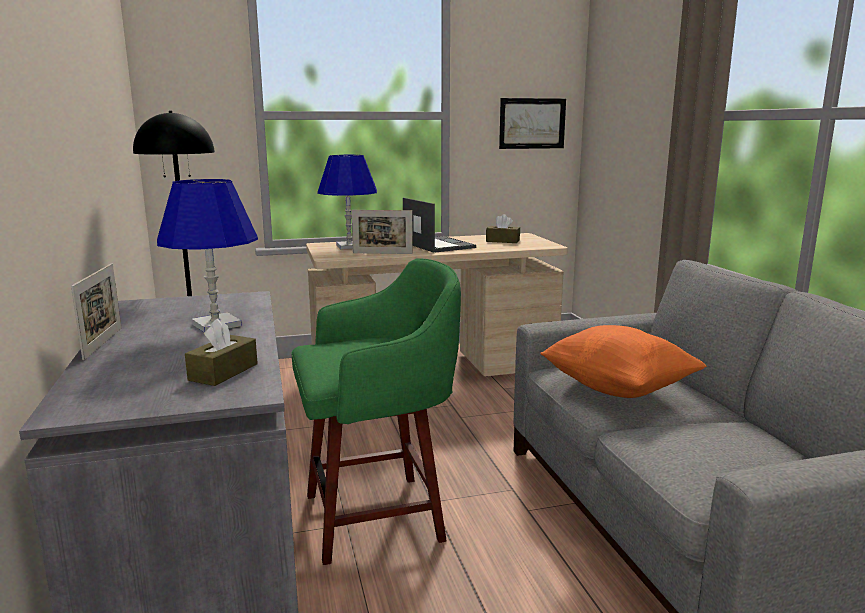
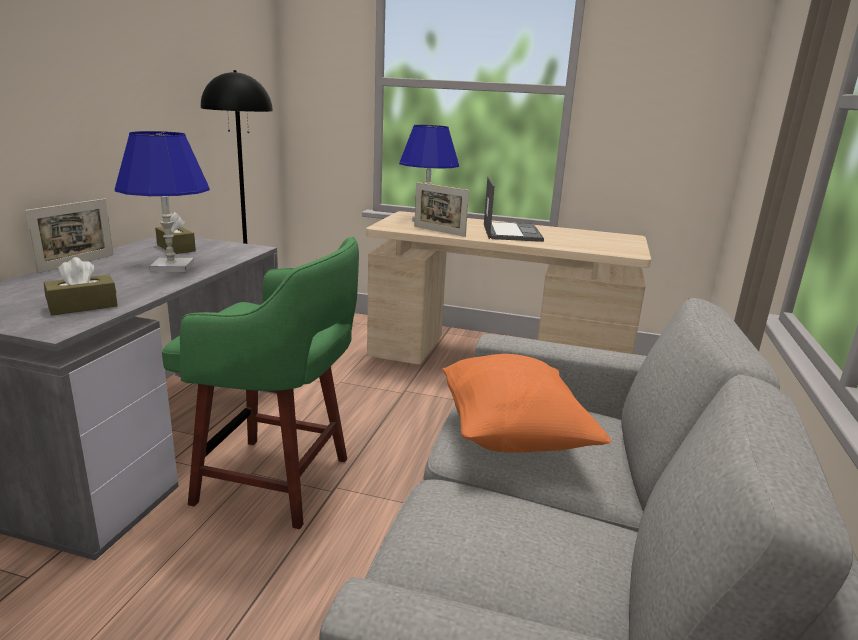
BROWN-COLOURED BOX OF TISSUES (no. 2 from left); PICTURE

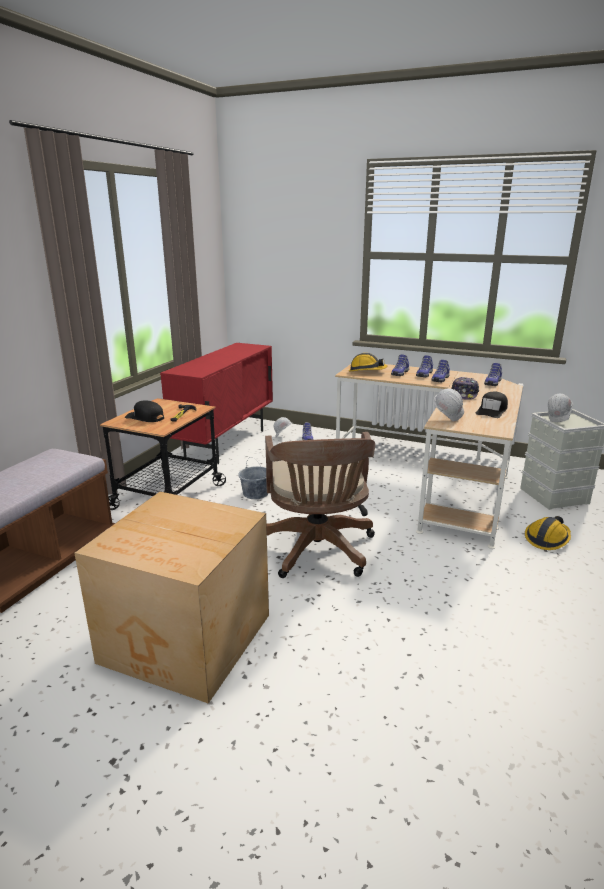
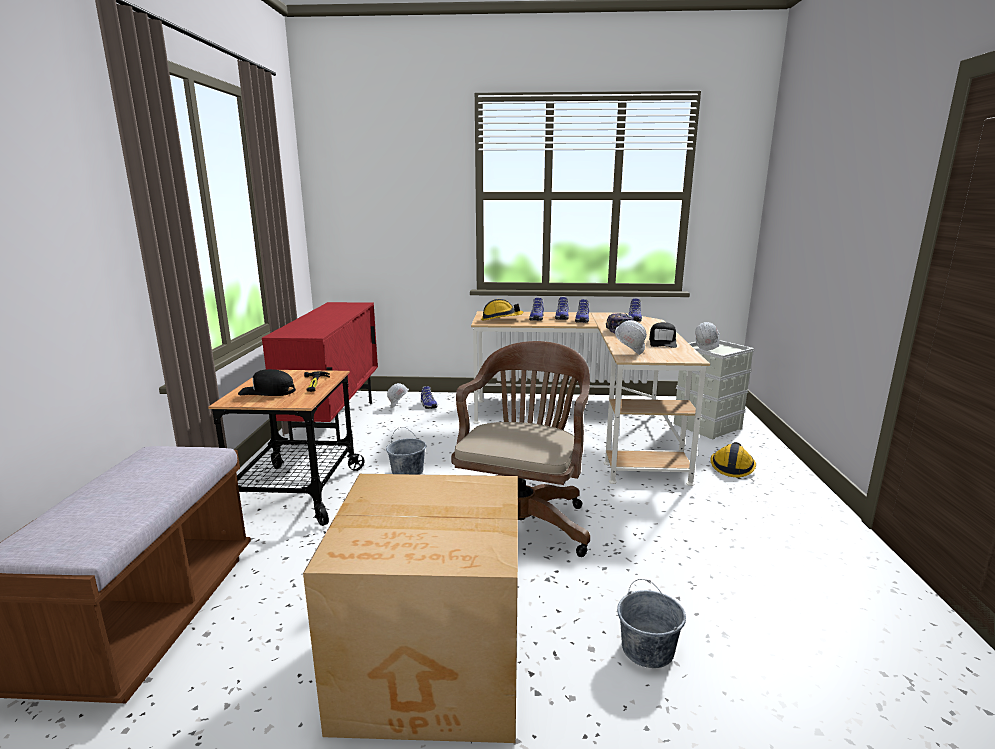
BROWN-COLOURED COMPUTER CHAIR; GREYISH WATER BUCKET (no. 2 from left)

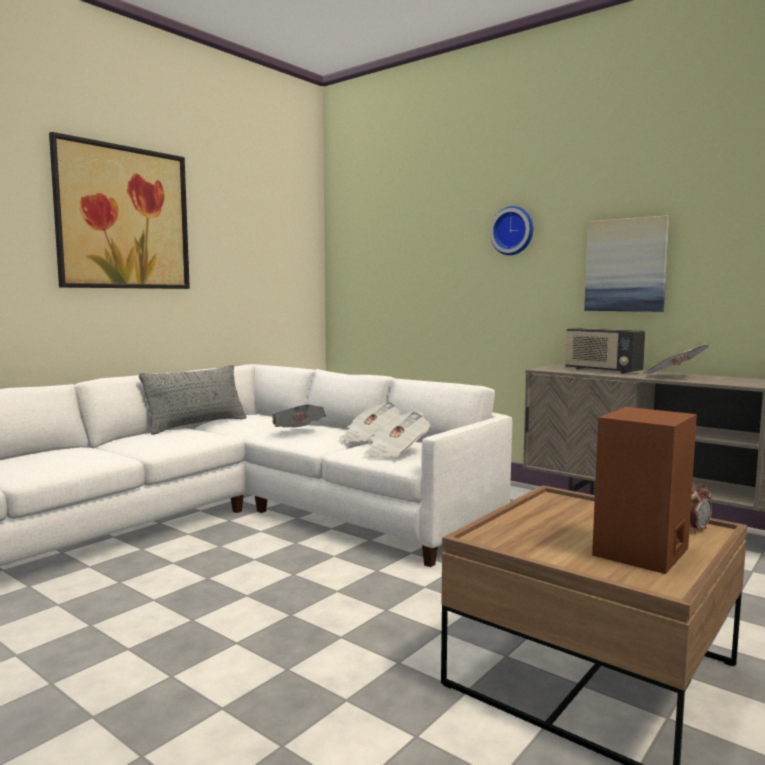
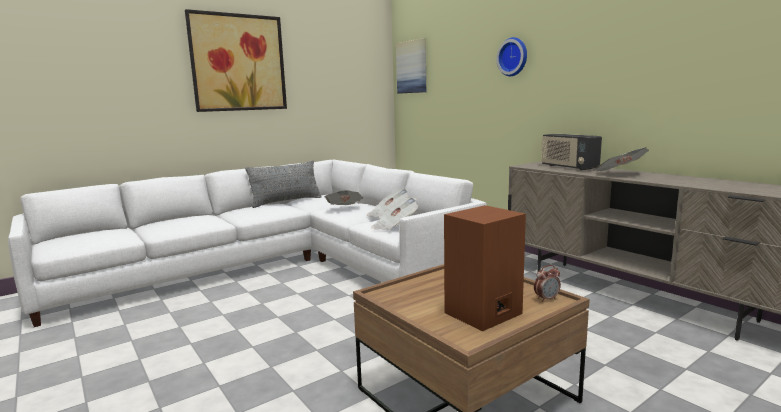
PICTURE (no. 2 from left)

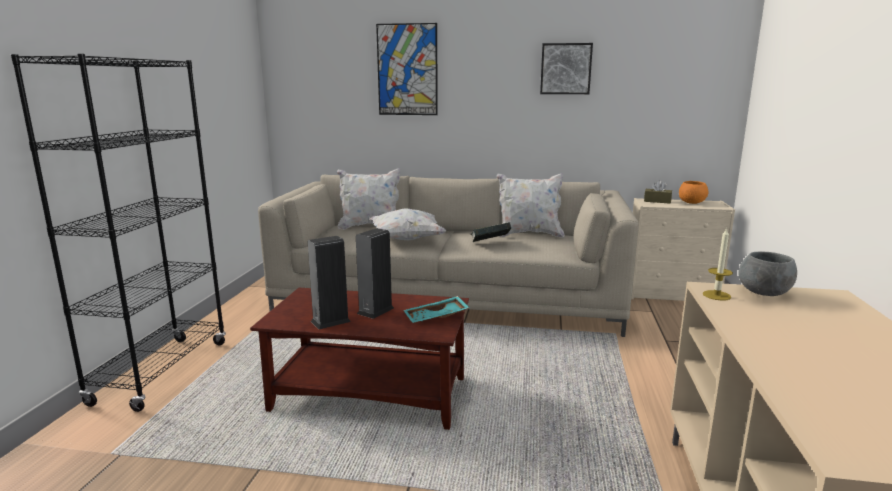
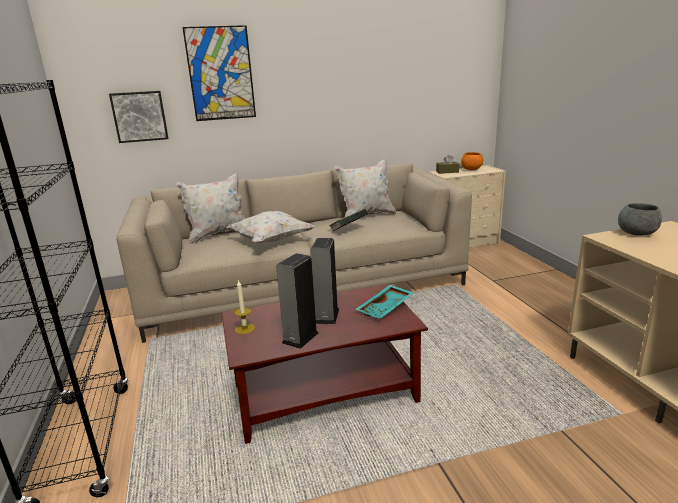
PICTURE (no. 1 from left); WAX CANDLE

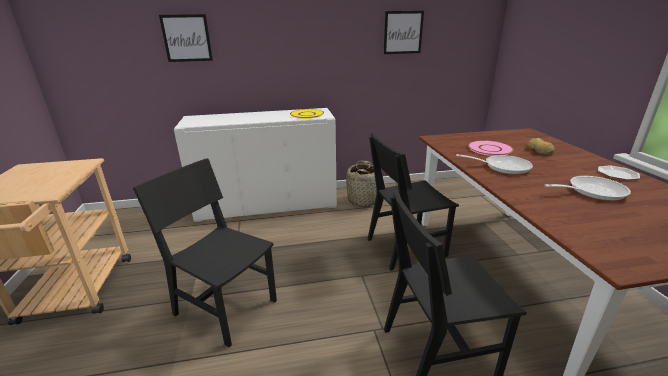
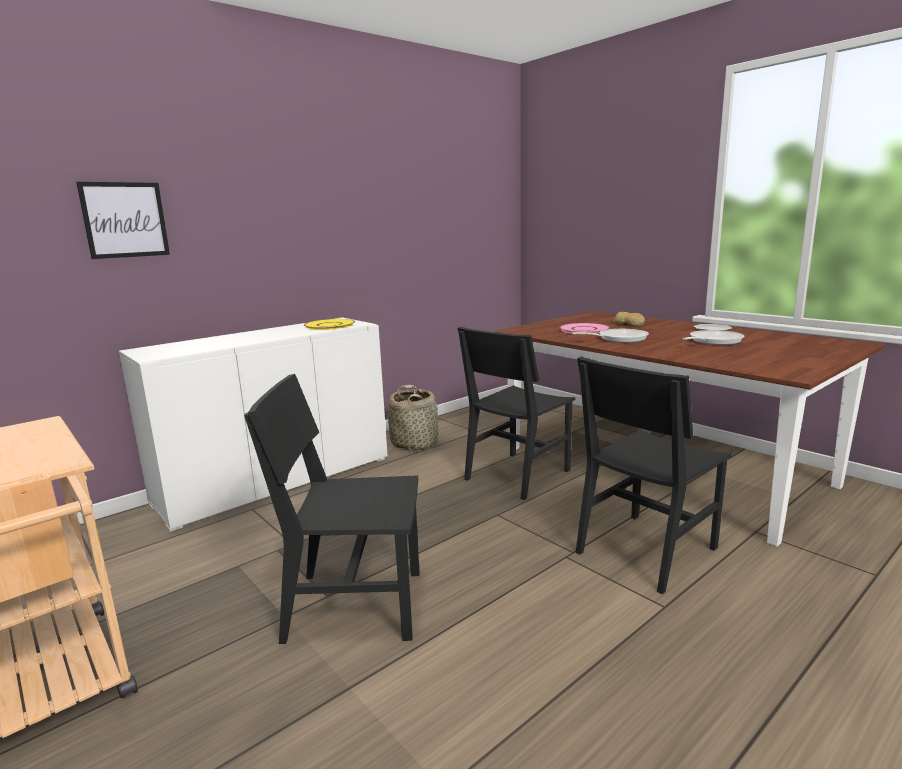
PICTURE (no. 2 from left in the first image)

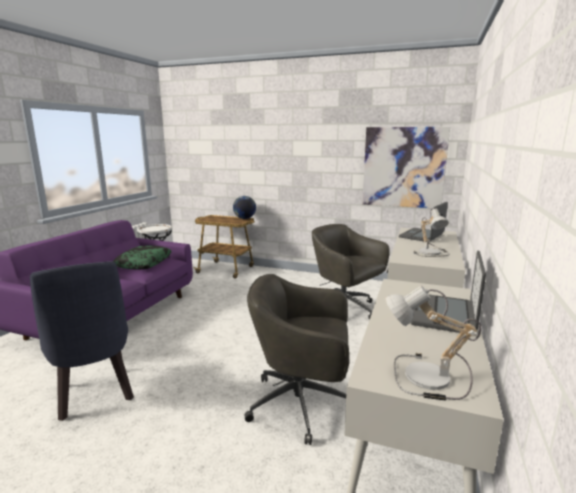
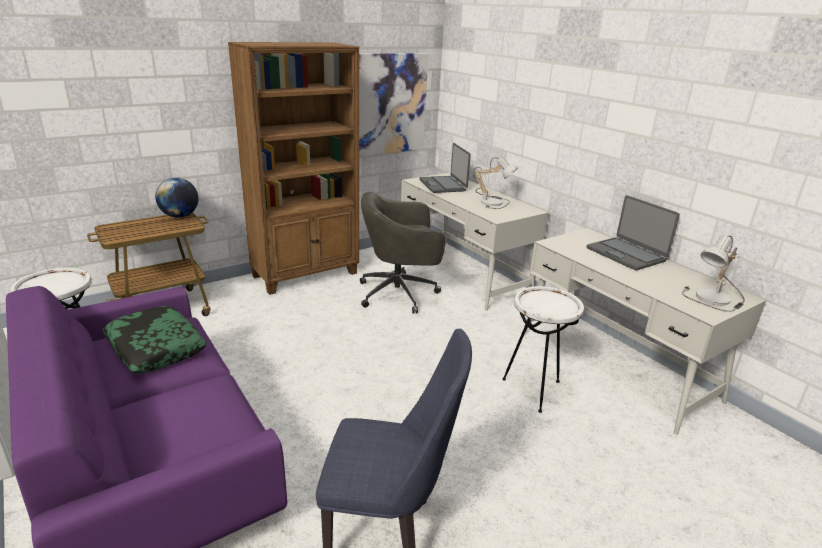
BROWN-COLOURED SHELVING UNIT; WHITE SIDE TABLE (no. 2 from left)

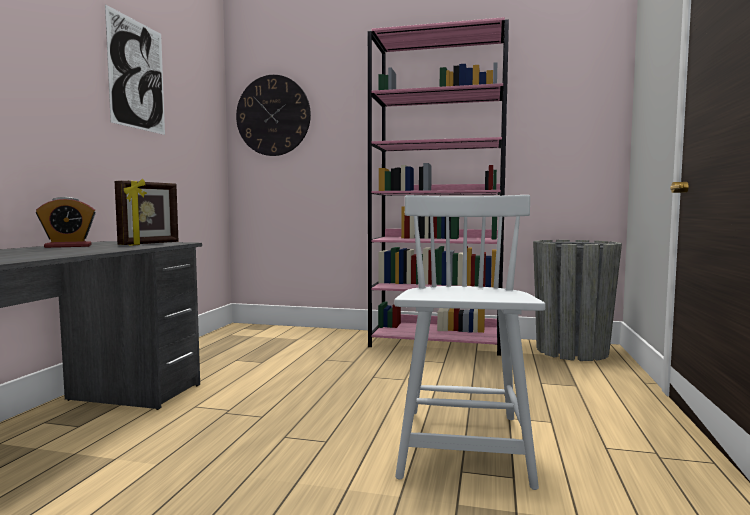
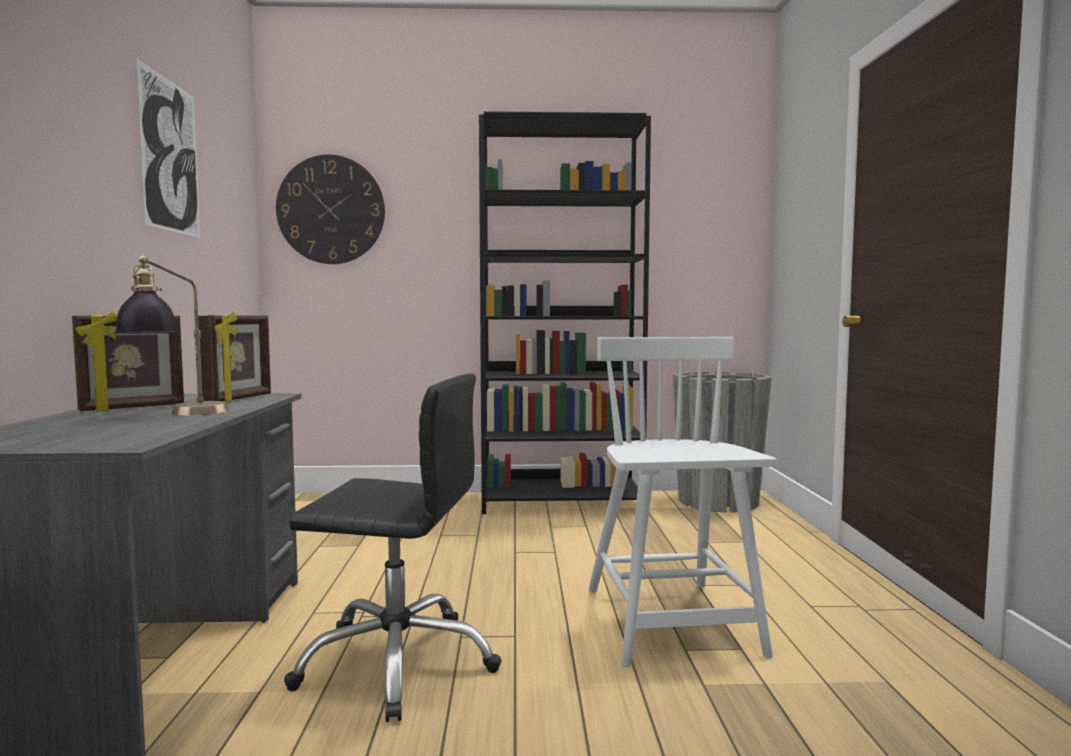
STANDING FRAME (no. 1 from left); TABLE LAMP; BLACKISH COMPUTER CHAIR; BLACKISH SHELVING UNIT

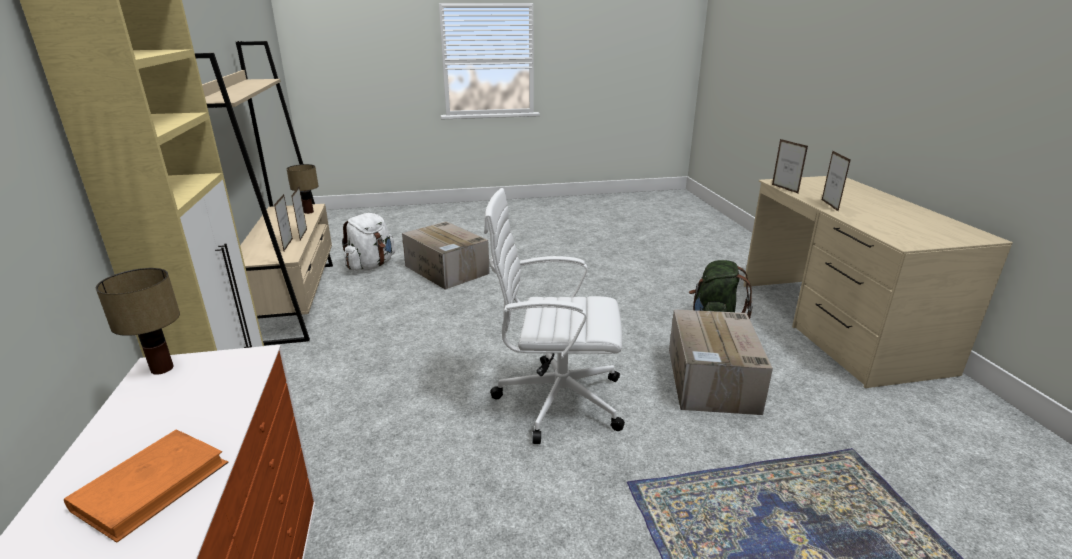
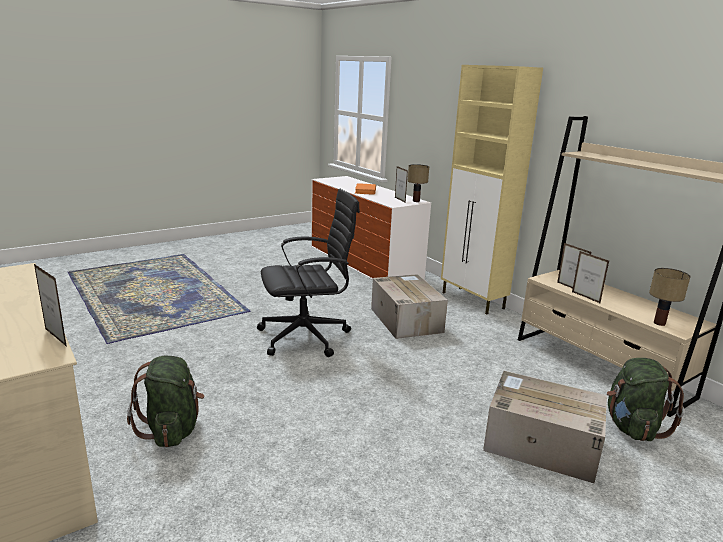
BLACKISH COMPUTER CHAIR; PACKING BOX (no. 1 from left); STANDING FRAME (no. 2 from left); GREENISH KNAPSACK (no. 2 from left)

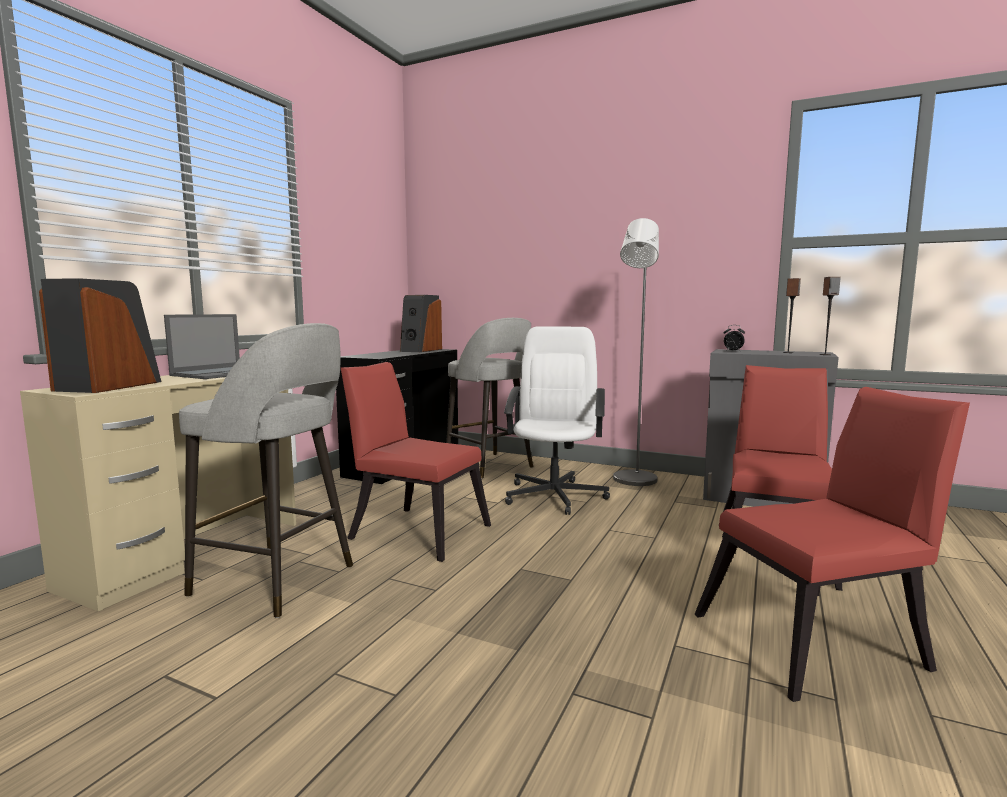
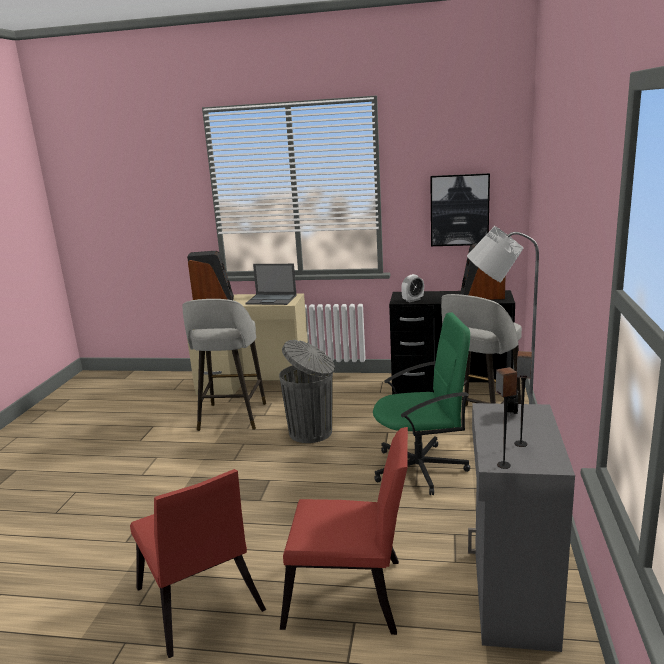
GREYISH RUBBISH BIN; GREENISH COMPUTER CHAIR; BEDSIDE CLOCK (no. 1 from left); PICTURE

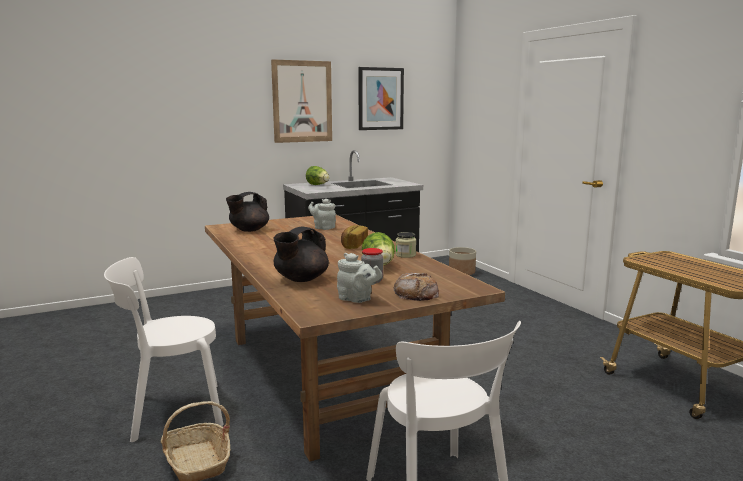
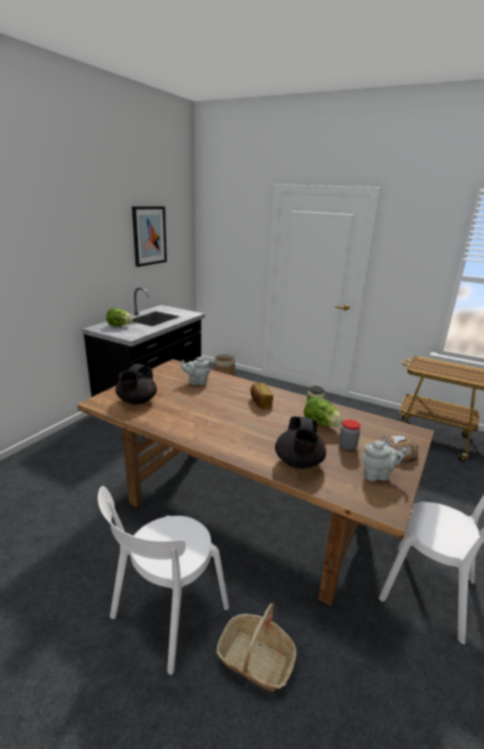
PICTURE (no. 1 from left in the first image)

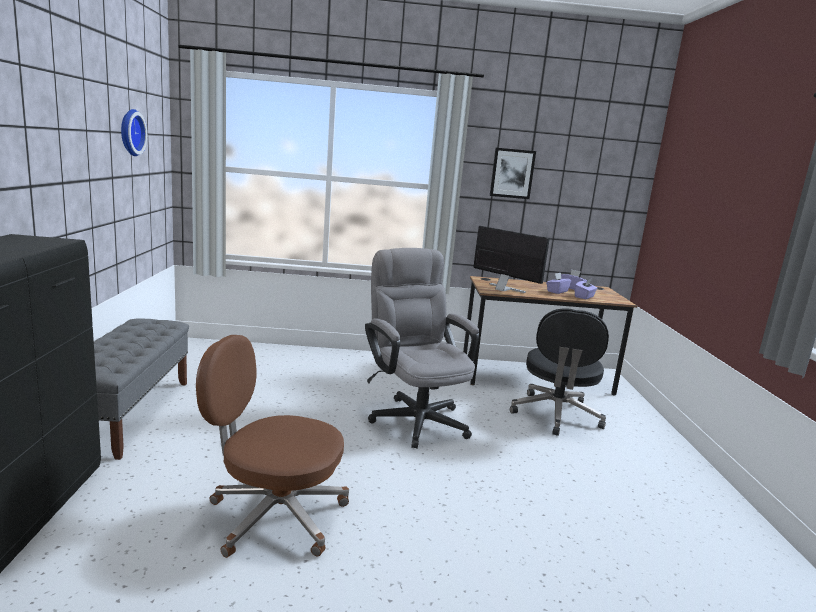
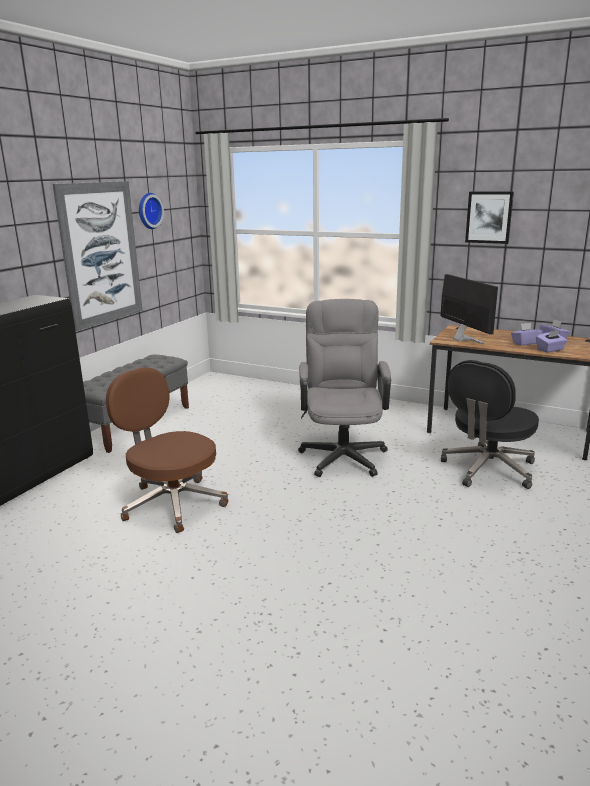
PICTURE (no. 1 from left)

